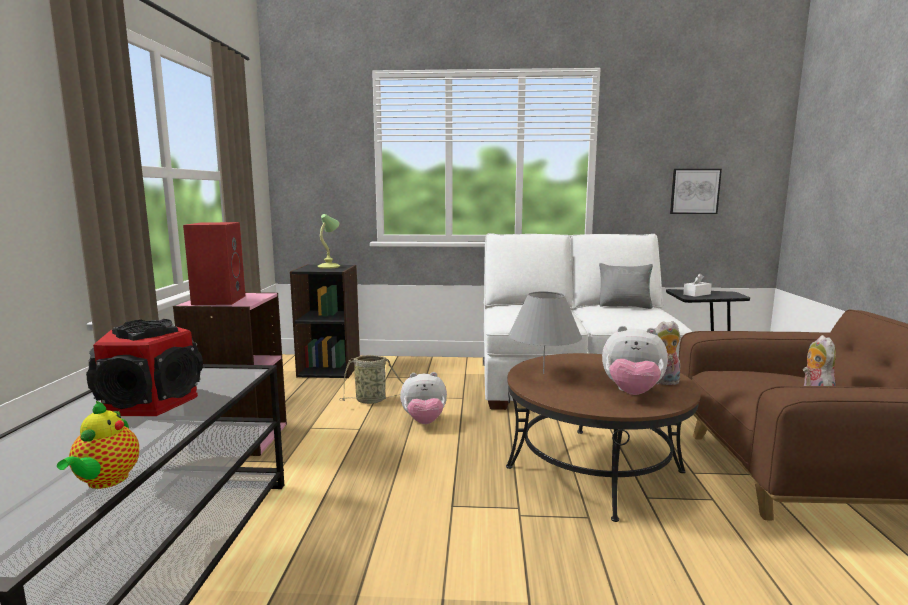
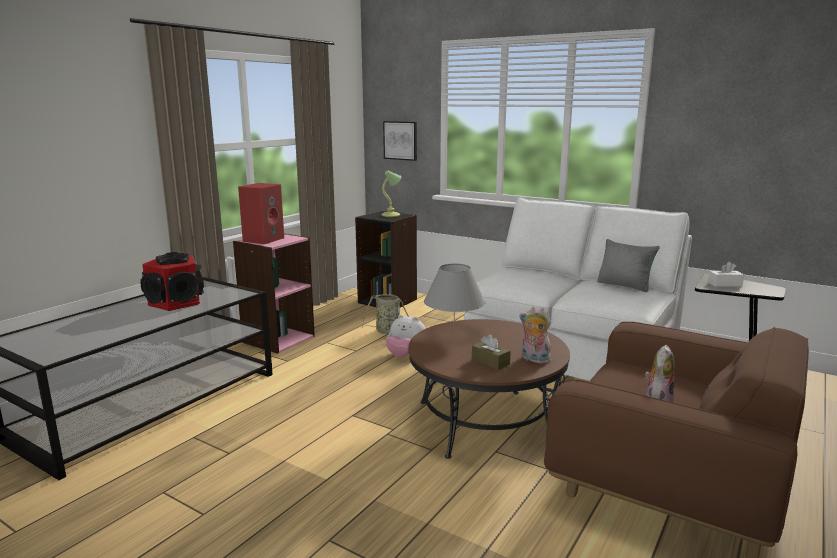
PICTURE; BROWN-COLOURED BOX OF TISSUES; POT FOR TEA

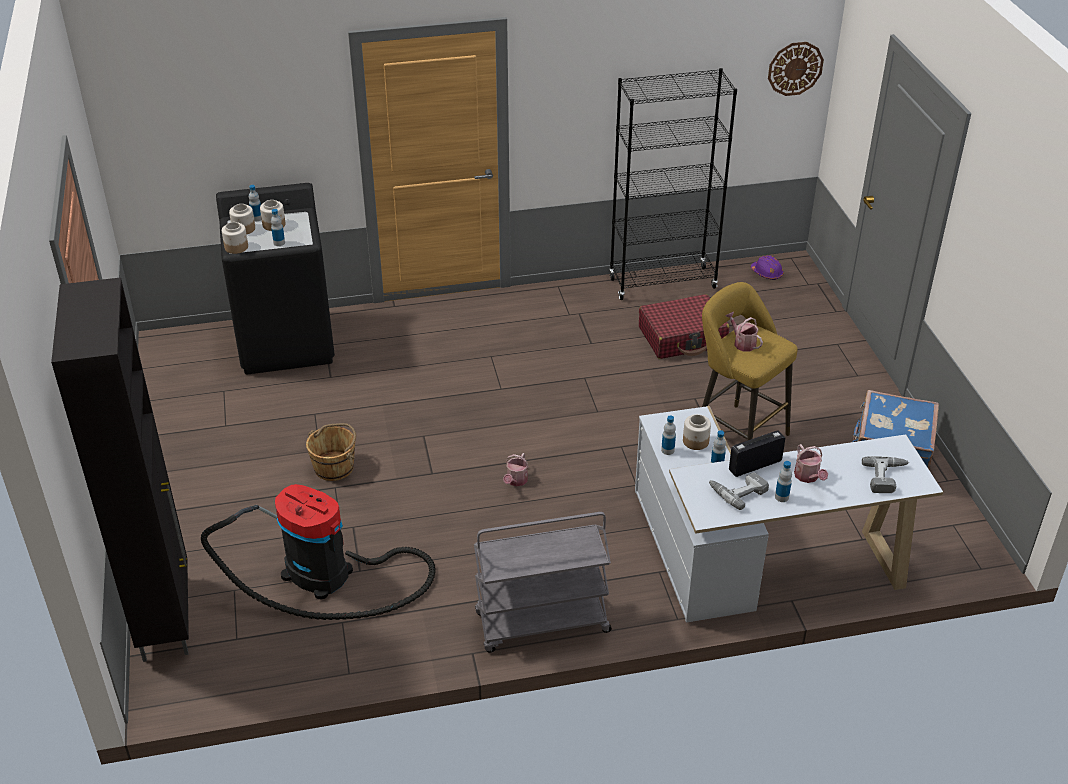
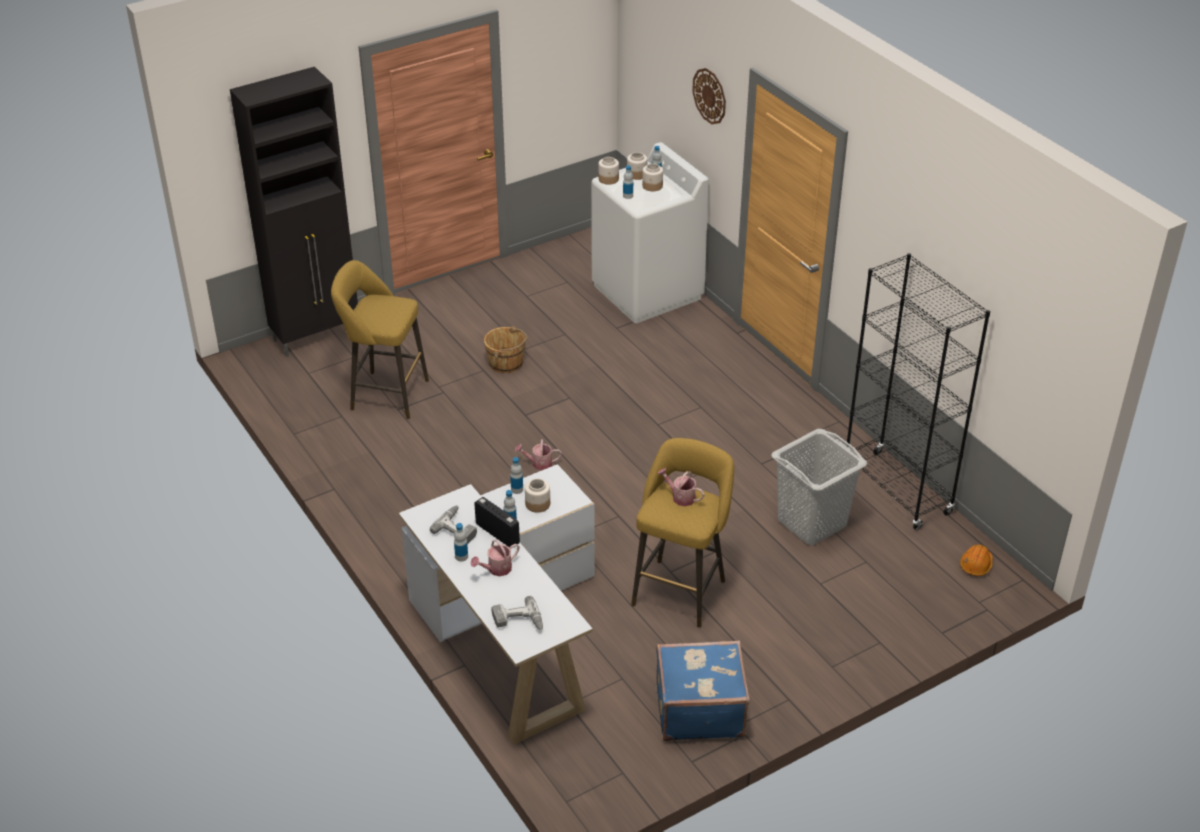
YELLOWISH STOOL SEAT (no. 1 from left); WHITE LAUNDRY APPLIANCE; SPRINKLING CAN (no. 3 from left); CLOCK ON THE WALL; GREYISH HAMPER; ORANGE-COLOURED WORK HELMET; GREYISH TROLLEY

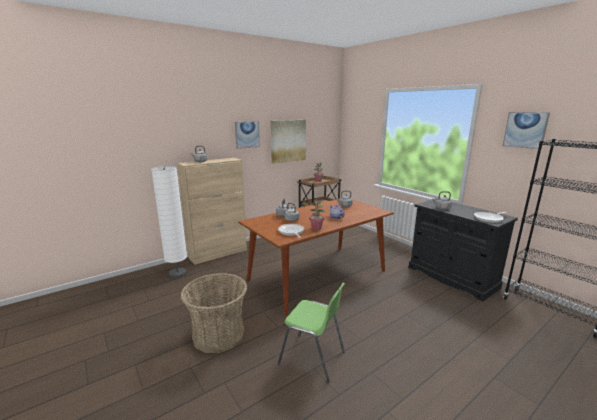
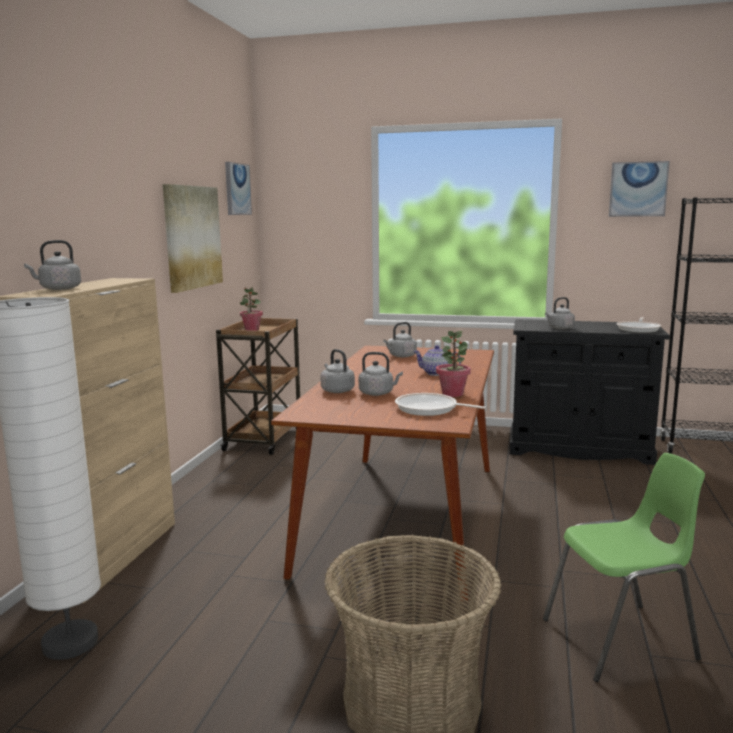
PICTURE (no. 2 from left)

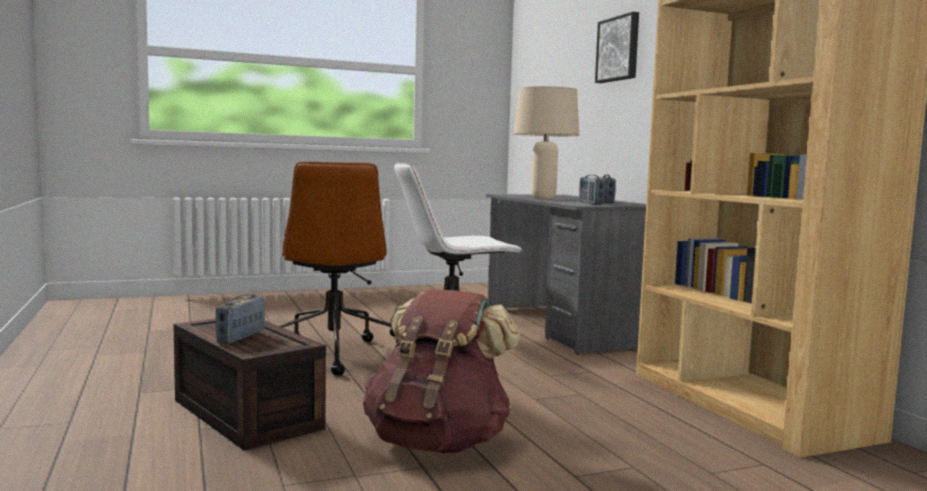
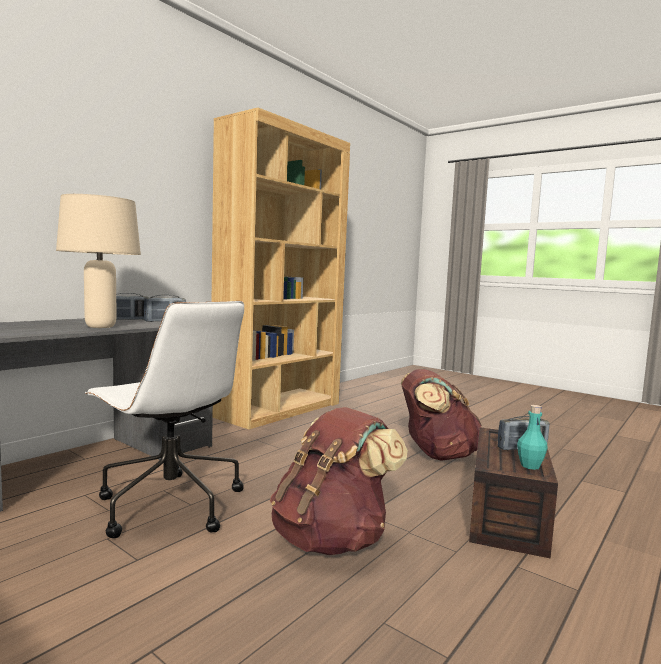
BROWN-COLOURED KNAPSACK (no. 1 from left); BLUE-GREEN BOTTLE; PICTURE

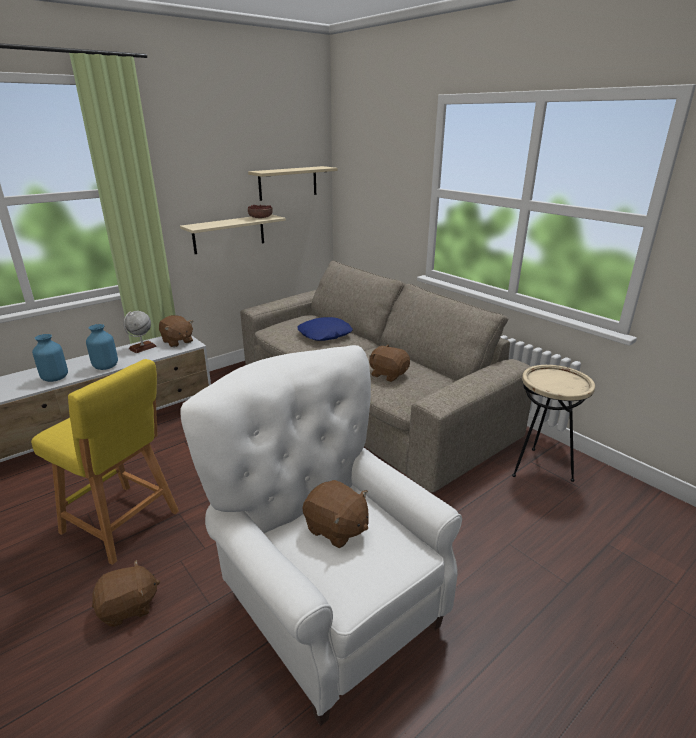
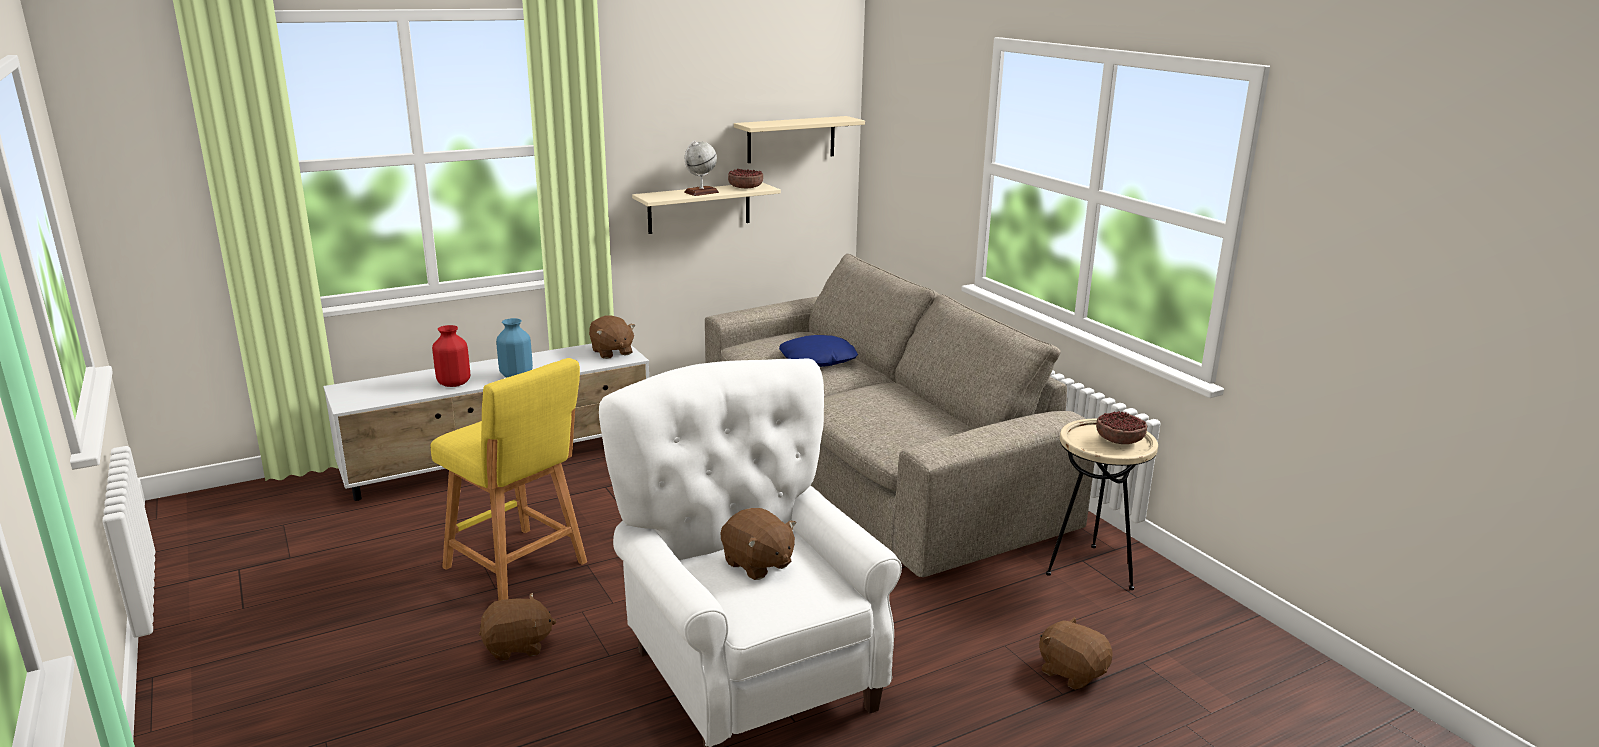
RED VASE; DESK GLOBE; BROWN-COLOURED CUDDLY TOY (no. 4 from left); DEEP DISH (no. 2 from left)

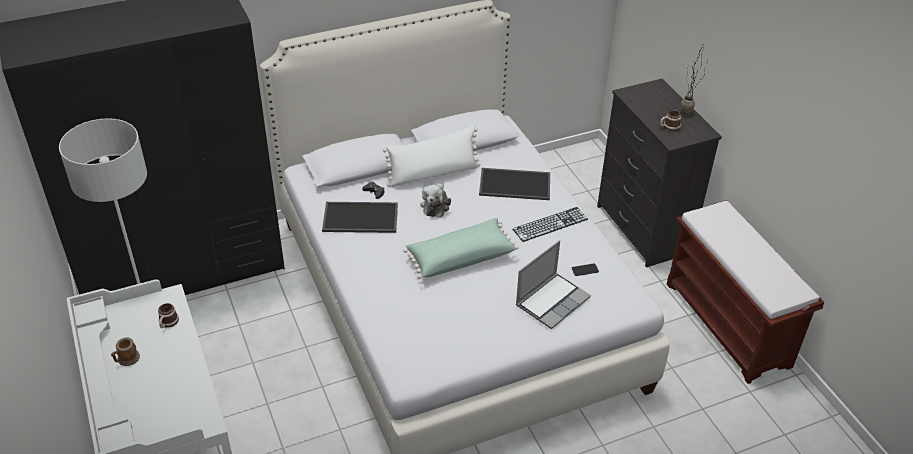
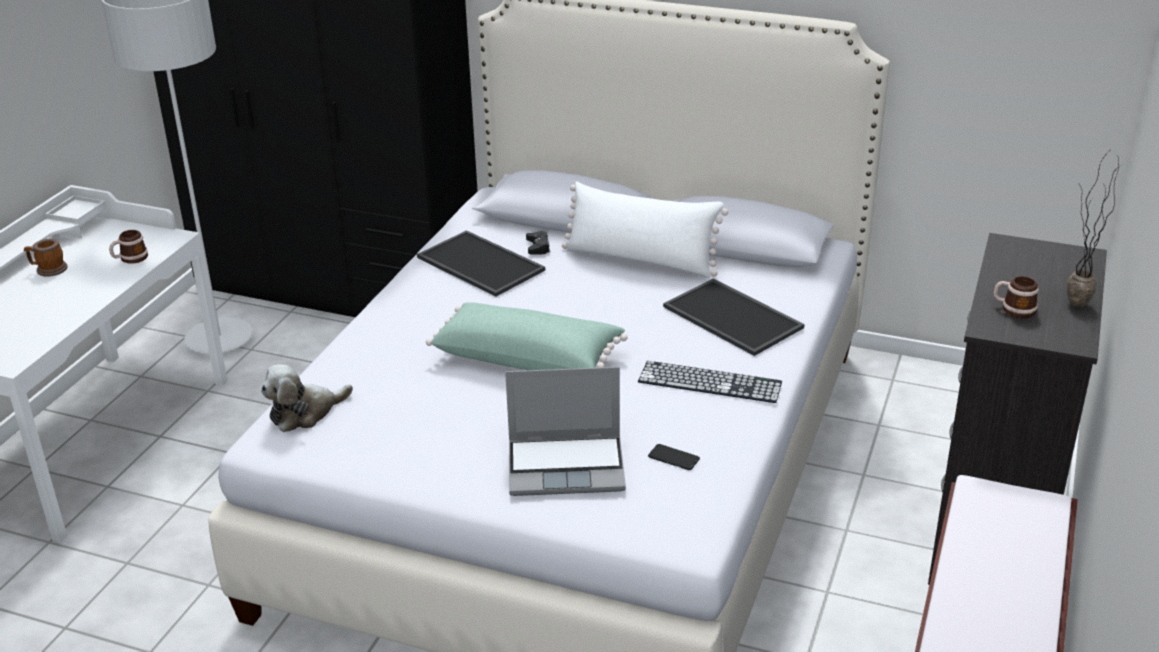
CUDDLY TOY

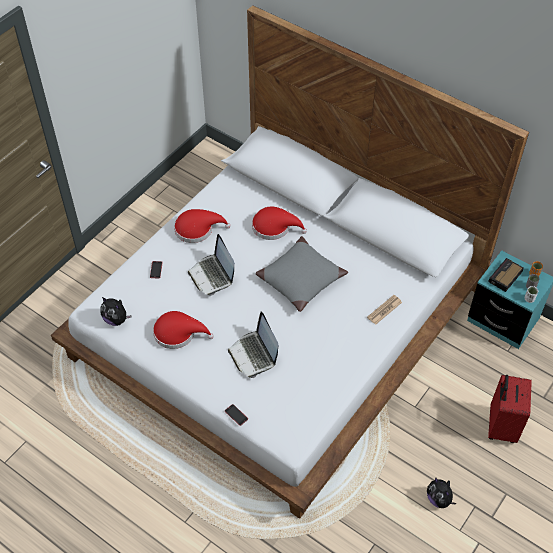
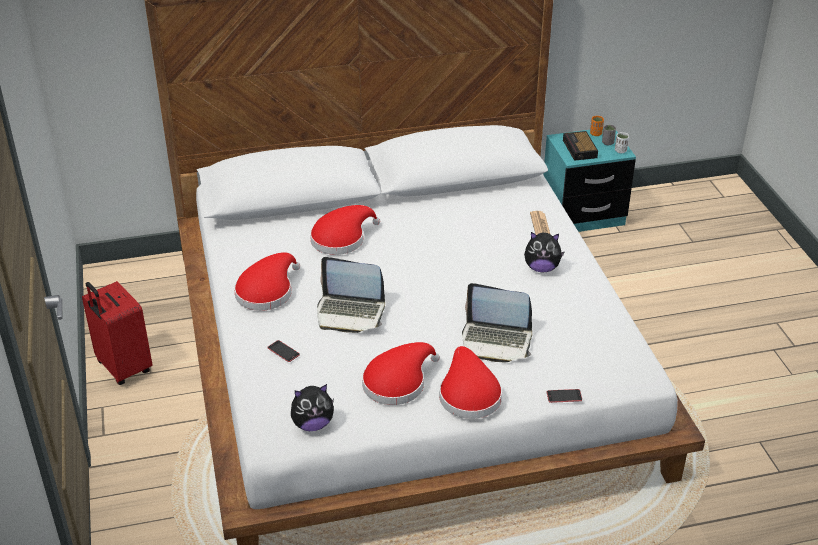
RED TRAVEL CASE; RED WEARABLE HAT (no. 4 from left); CUDDLY TOY (no. 2 from left); GREYISH PILLOW

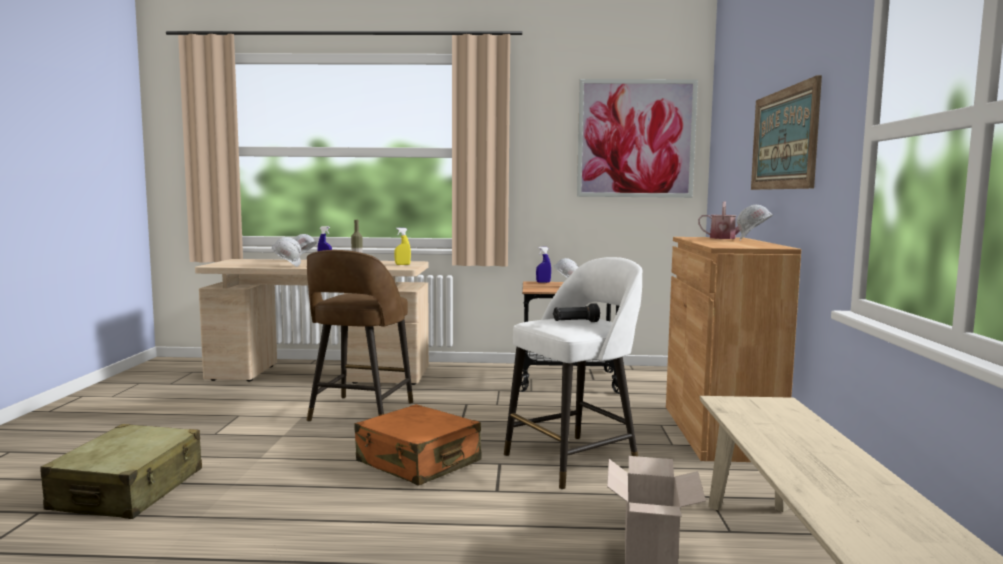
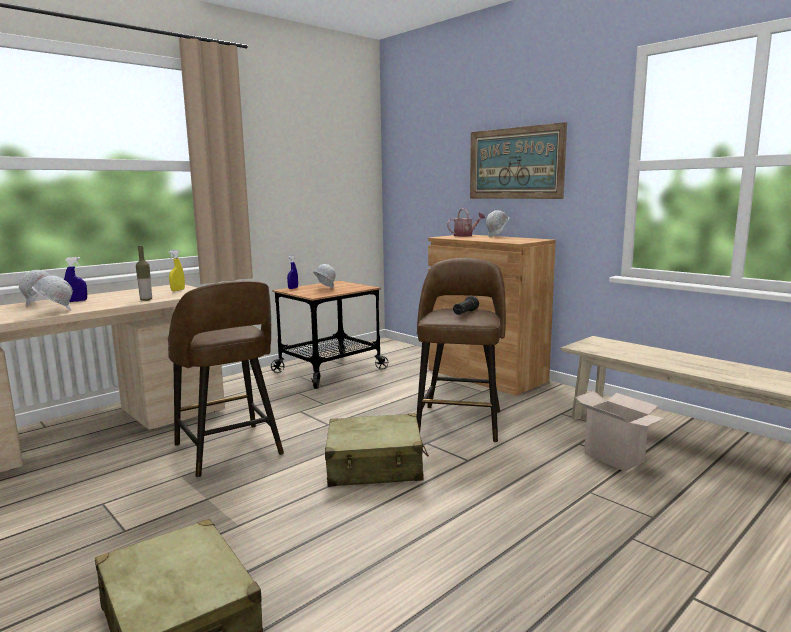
SAND-COLOURED TRAVEL CASE (no. 2 from left); BROWN-COLOURED STOOL SEAT (no. 2 from left); PICTURE (no. 1 from left in the first image)

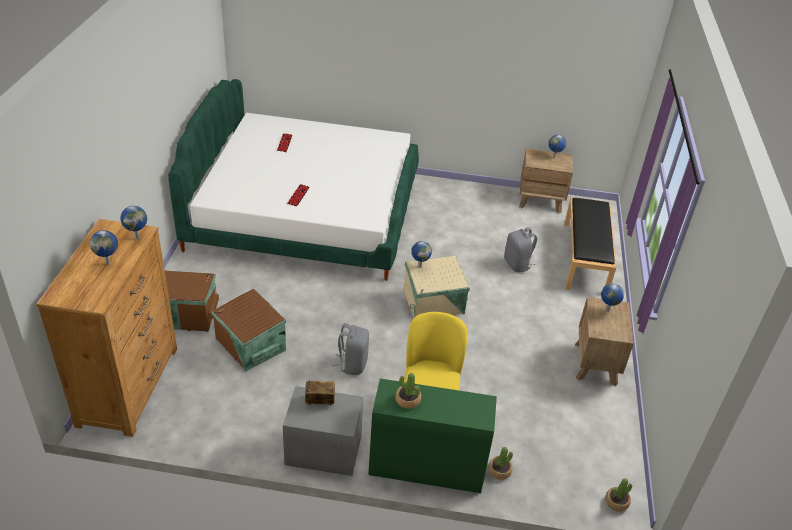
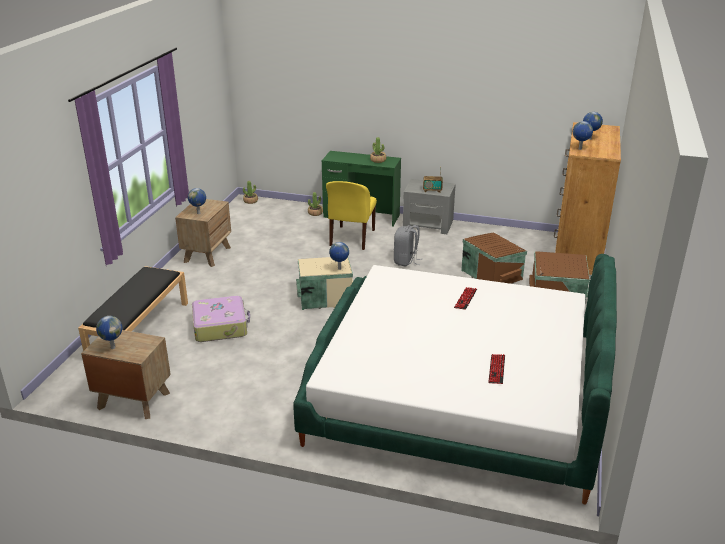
TRAVEL CASE

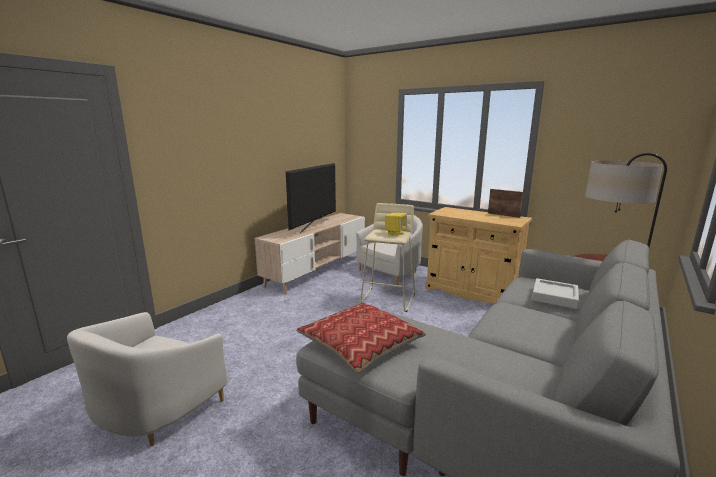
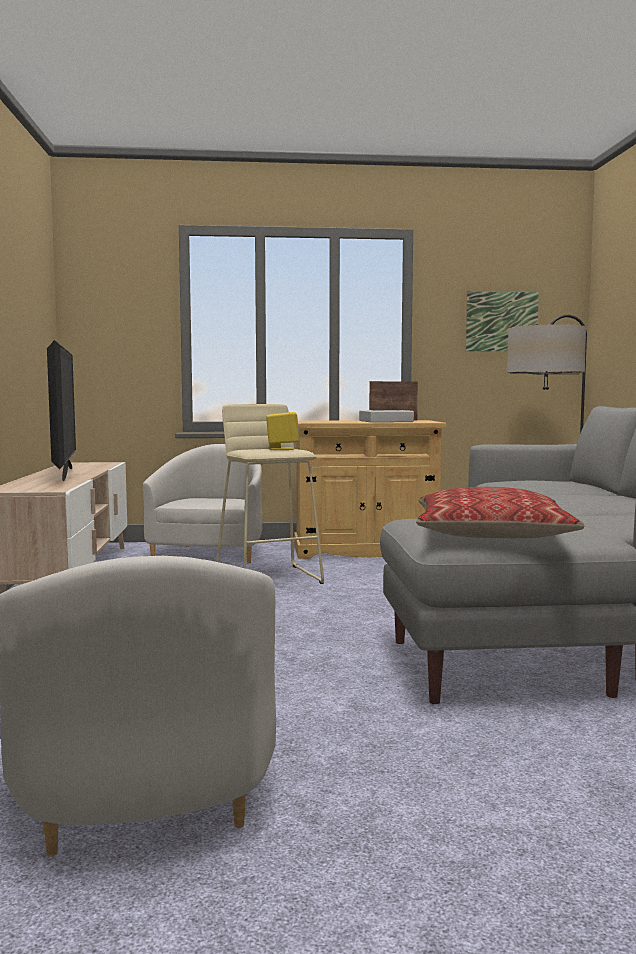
GREYISH TRAY; PICTURE

